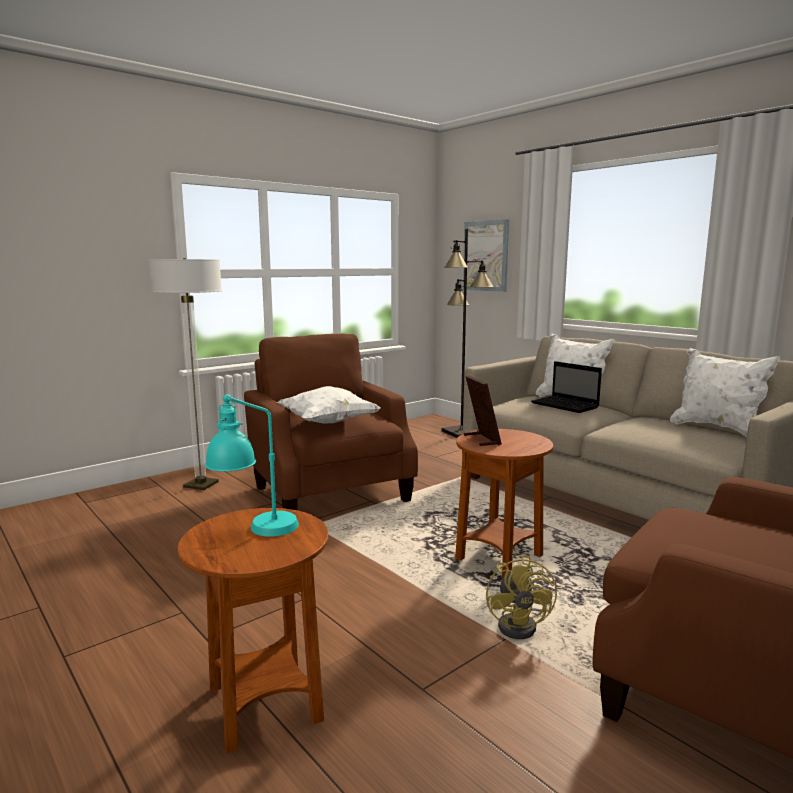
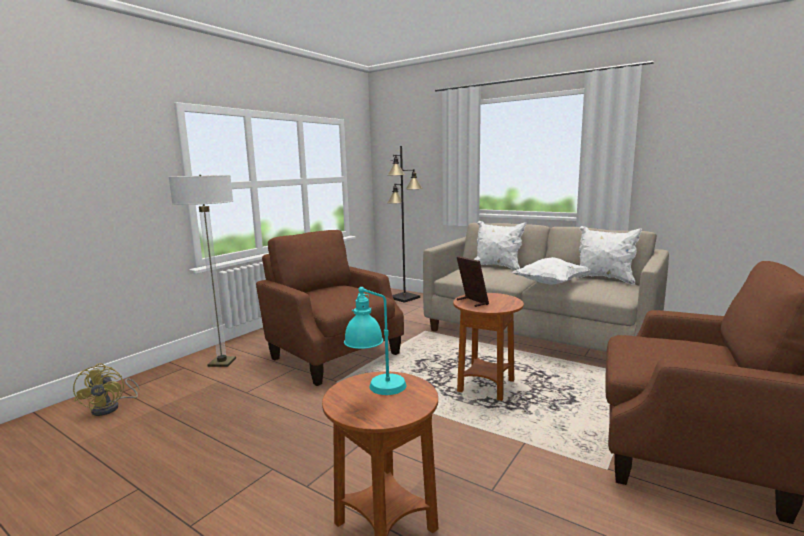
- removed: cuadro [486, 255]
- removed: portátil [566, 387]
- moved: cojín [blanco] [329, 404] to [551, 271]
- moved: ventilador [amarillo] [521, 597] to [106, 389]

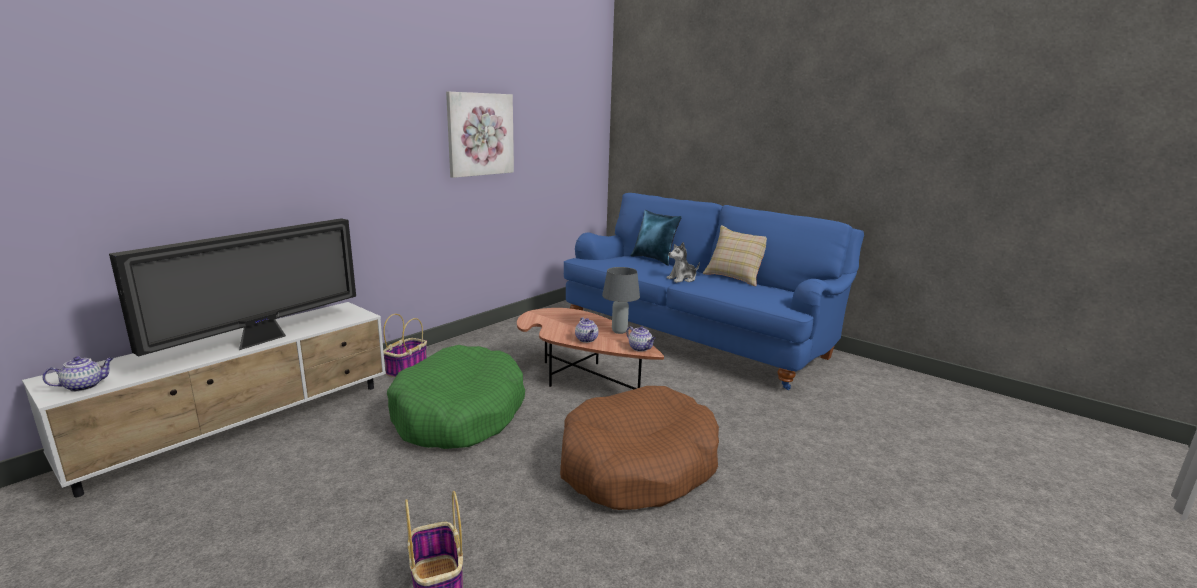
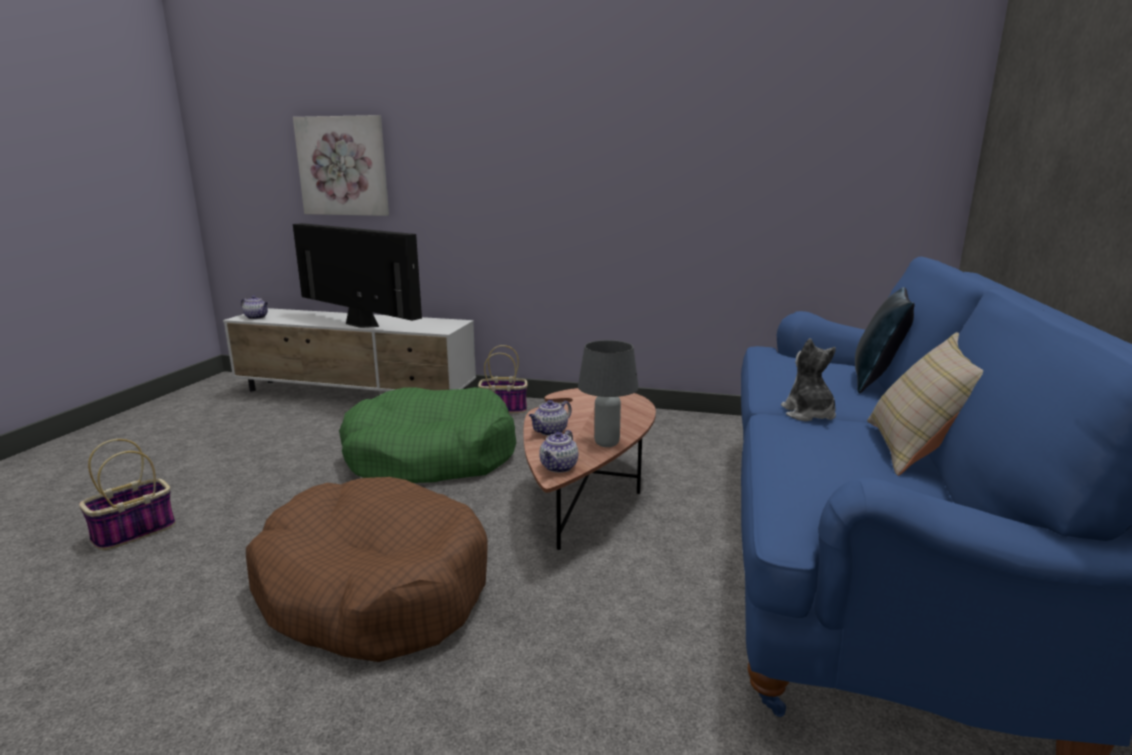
- moved: cuadro [480, 135] to [341, 165]
- turned: televisor [232, 287] = [357, 275] 150 degrees counterclockwise
- turned: peluche [683, 262] = [808, 379] 45 degrees clockwise

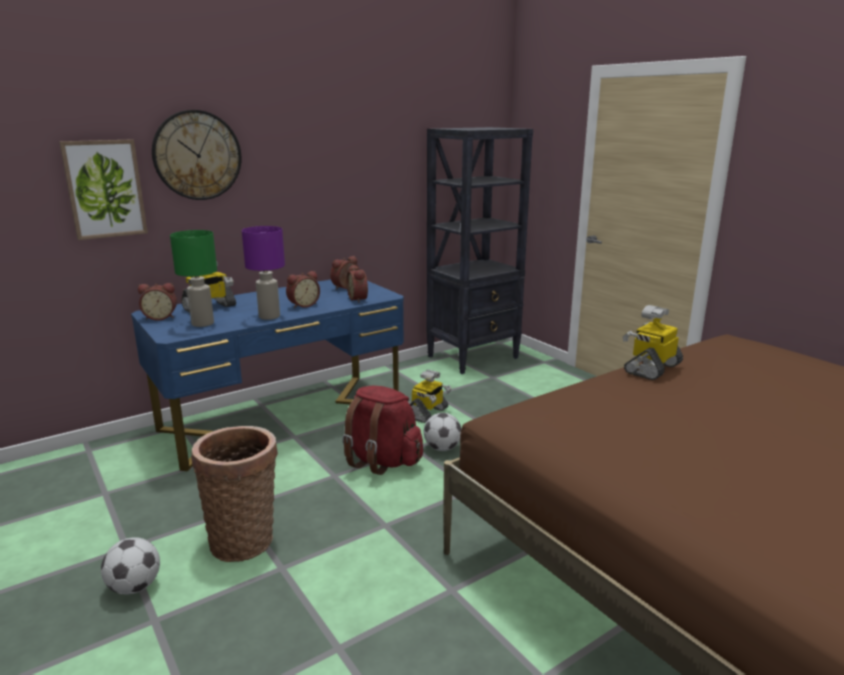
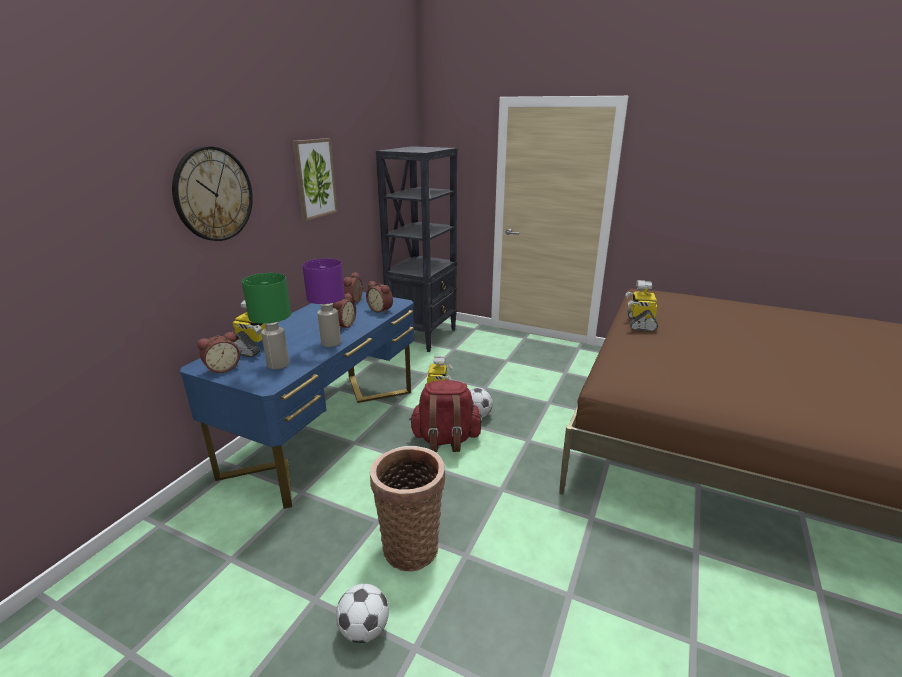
- moved: cuadro [103, 189] to [315, 179]

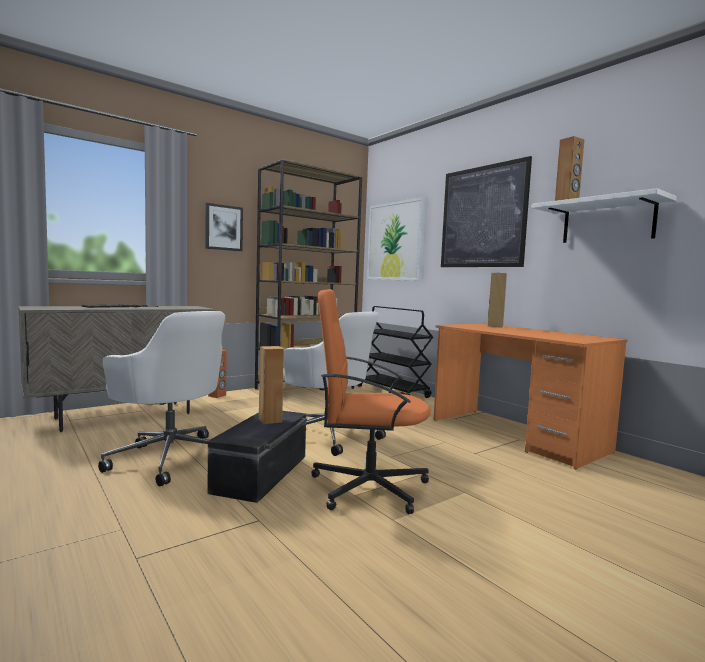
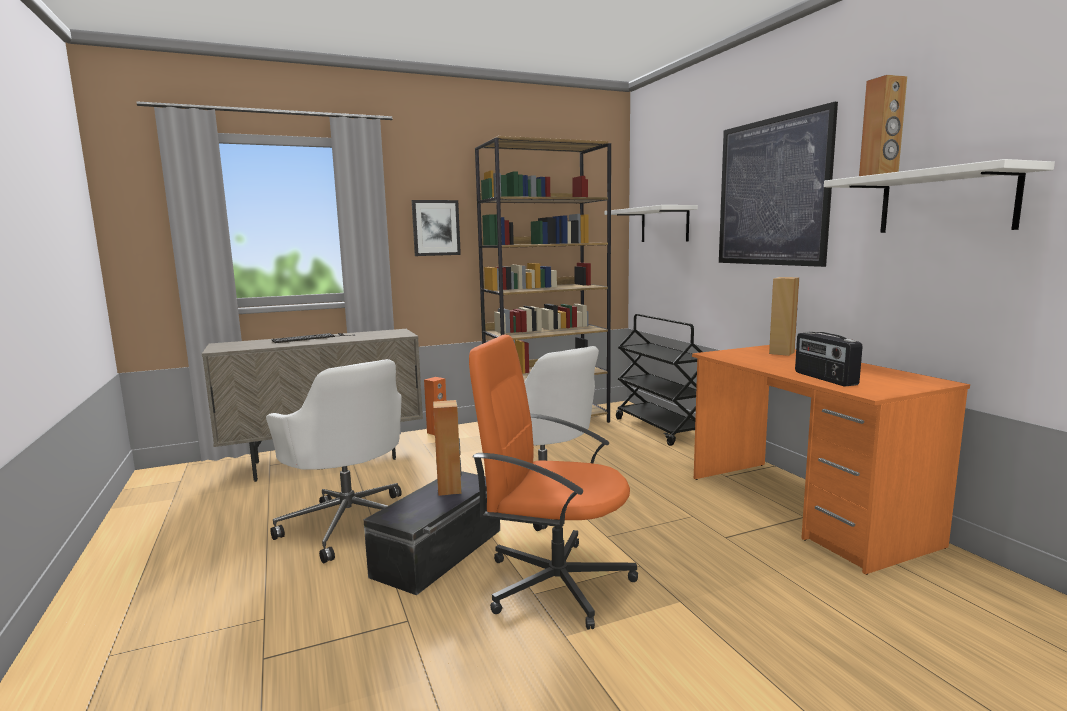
- replaced: cuadro [396, 239] to estante [blanco] [651, 223]
- added: radio [828, 359]

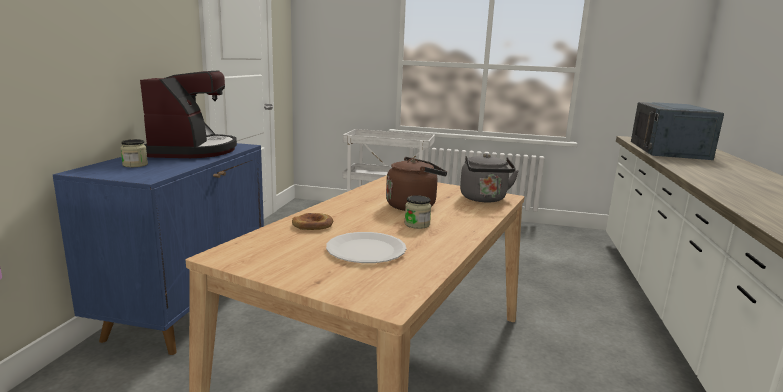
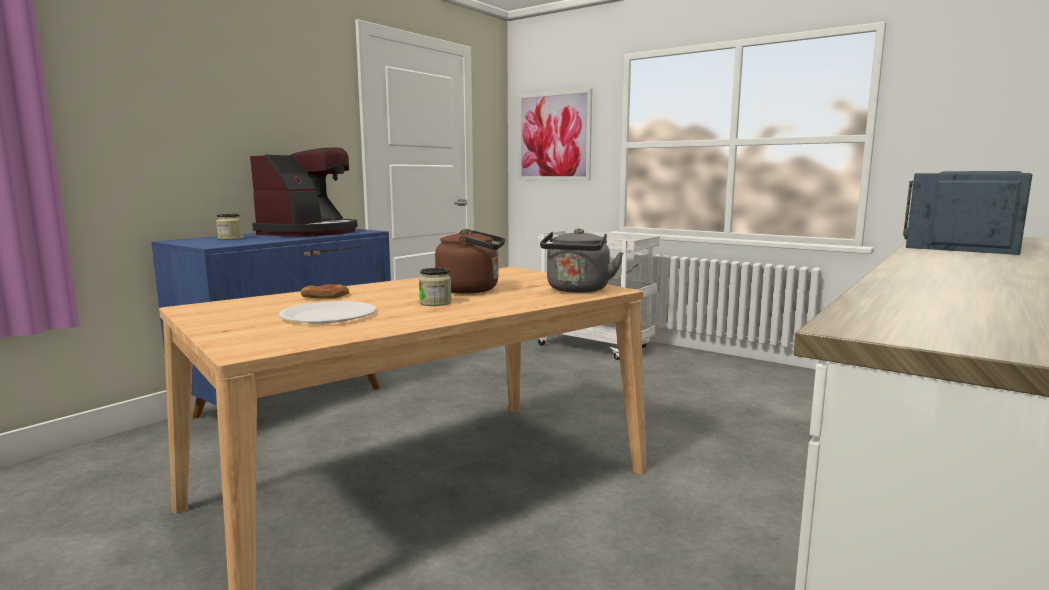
- added: cuadro [555, 134]

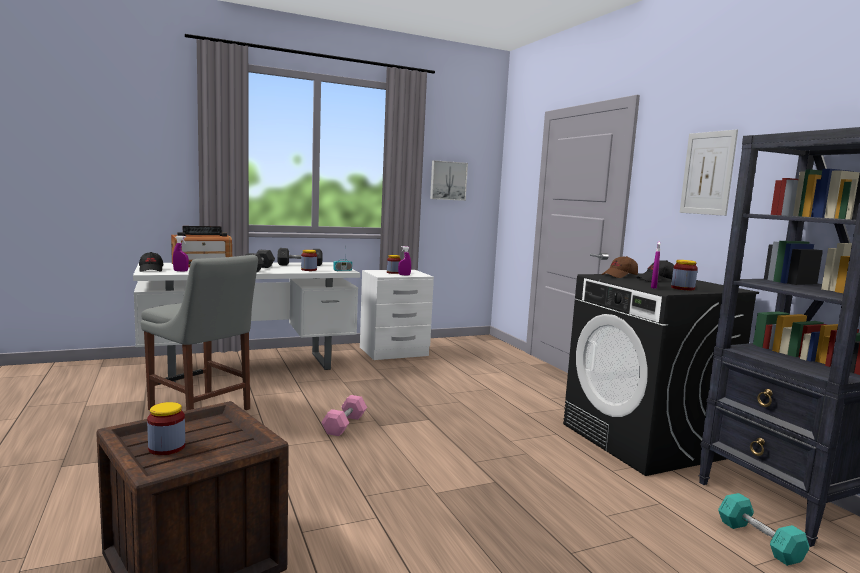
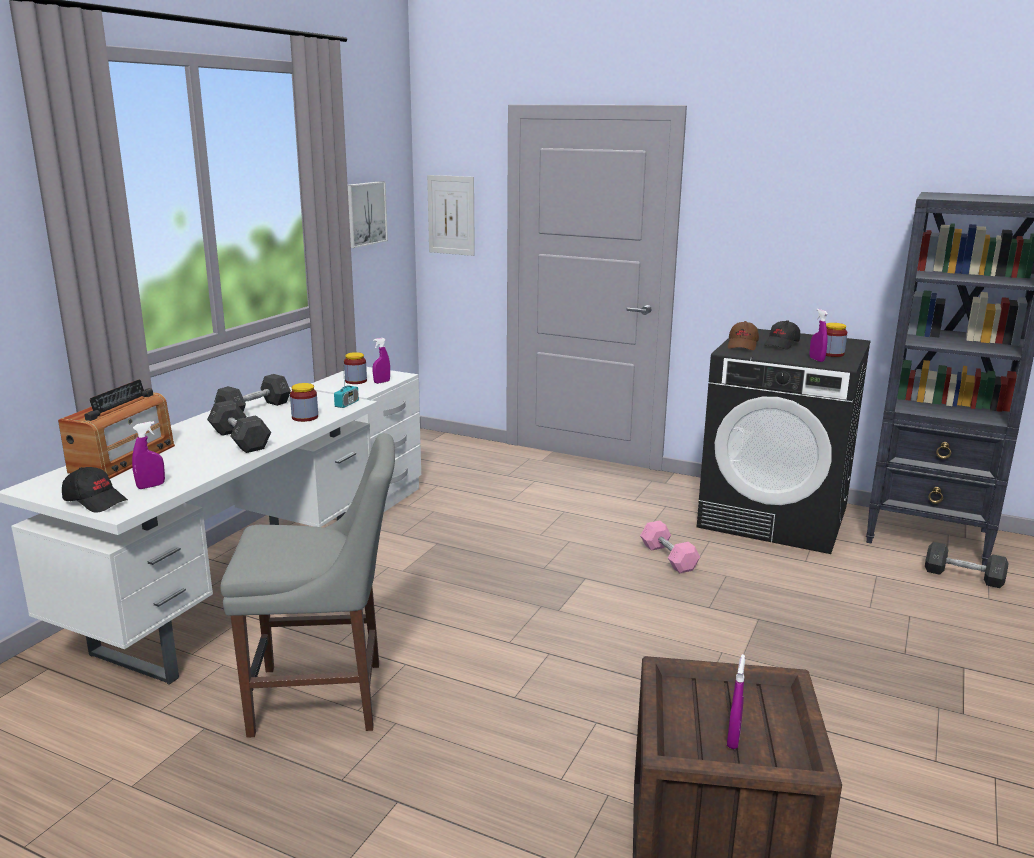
- moved: cuadro [709, 172] to [451, 215]
- moved: mancuerna [rosa] [344, 415] to [670, 547]
- replaced: tarro [166, 428] to pulverizador [morado] [736, 701]
- recoloured: mancuerna [turquesa] [763, 529] to mancuerna [gris] [966, 565]

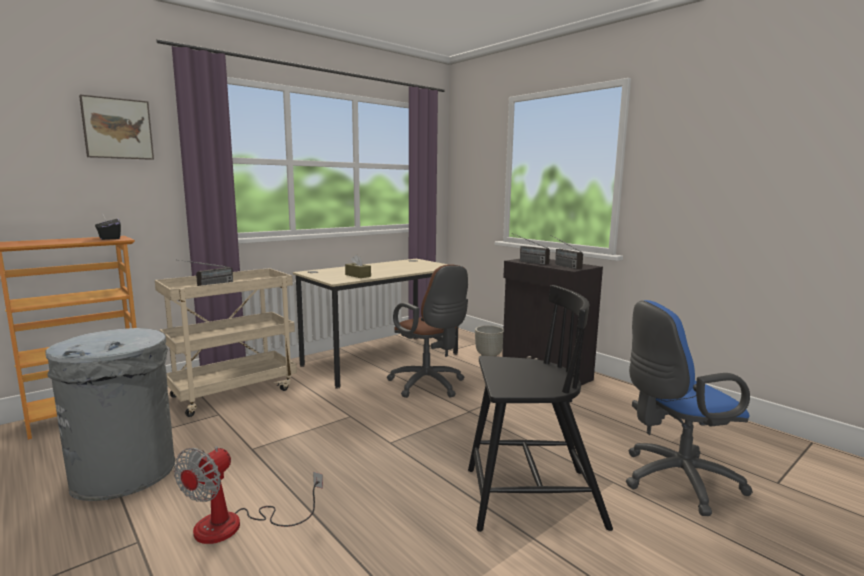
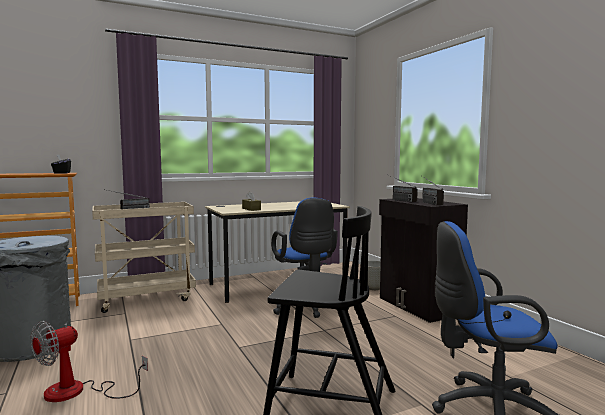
- removed: cuadro [116, 127]
- recoloured: silla de oficina [marrón] [427, 331] to silla de oficina [azul] [304, 258]

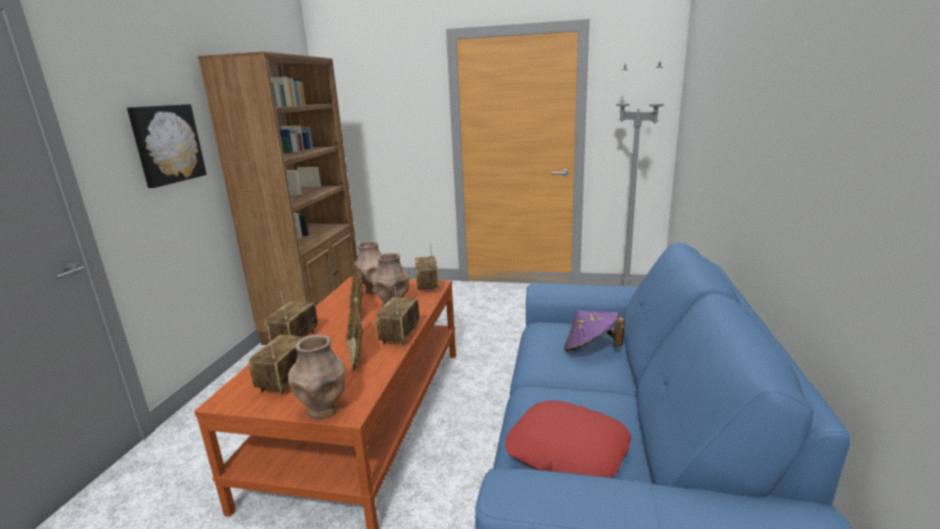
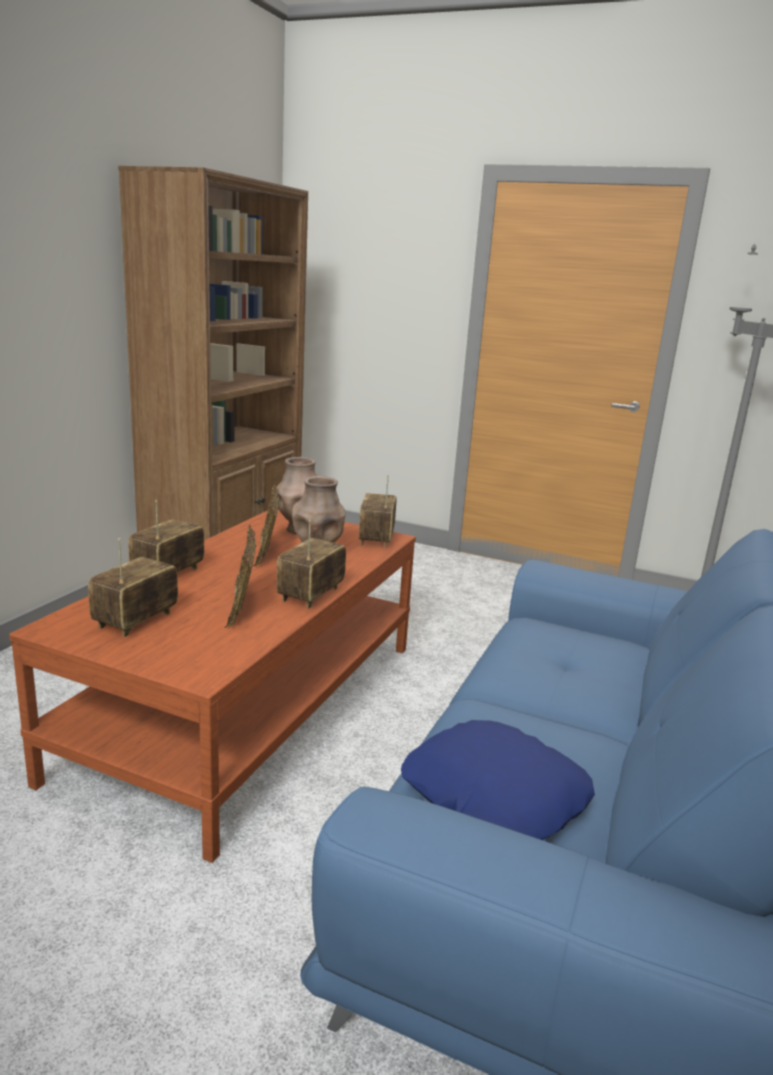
- removed: cuadro [167, 146]
- removed: sombrero [morado] [594, 331]
- removed: florero [marrón] [316, 377]
- recoloured: cojín [rojo] [568, 439] to cojín [azul] [498, 780]

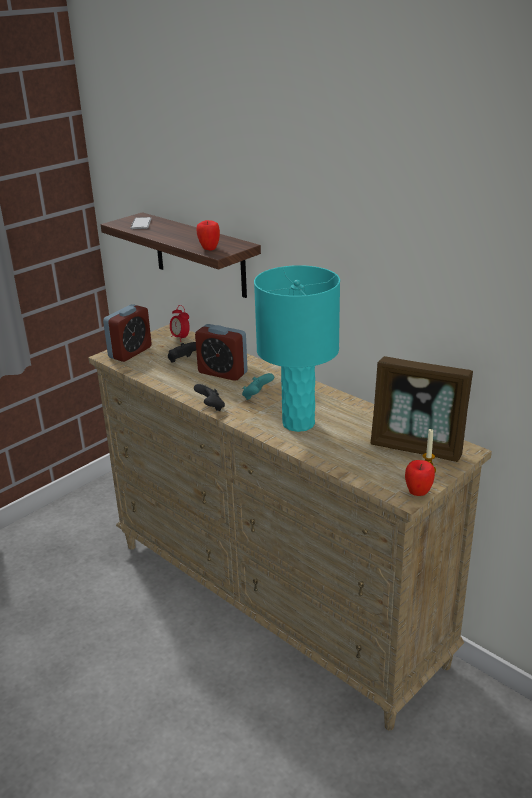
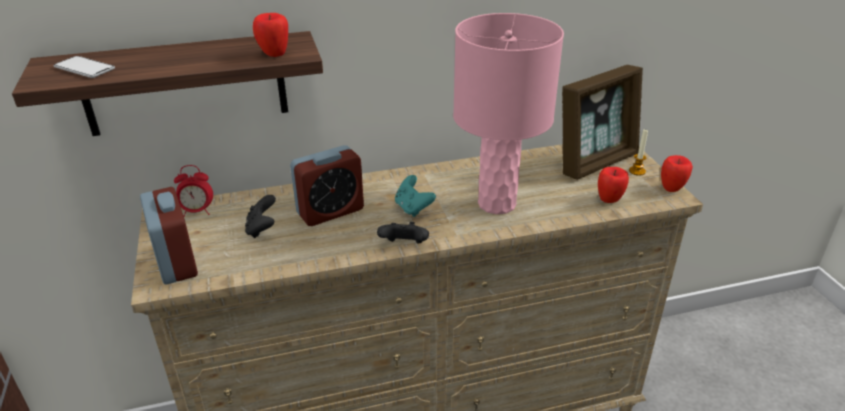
- recoloured: lámpara de mesa [turquesa] [297, 348] to lámpara de mesa [rosa] [508, 113]
- added: manzana [613, 185]

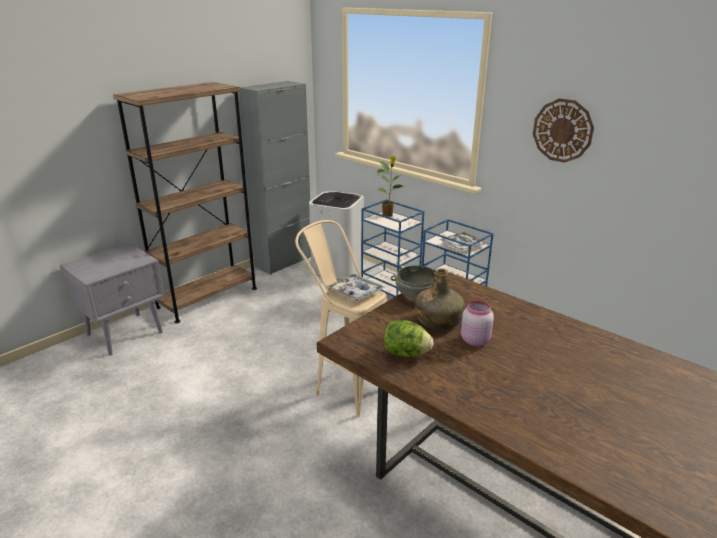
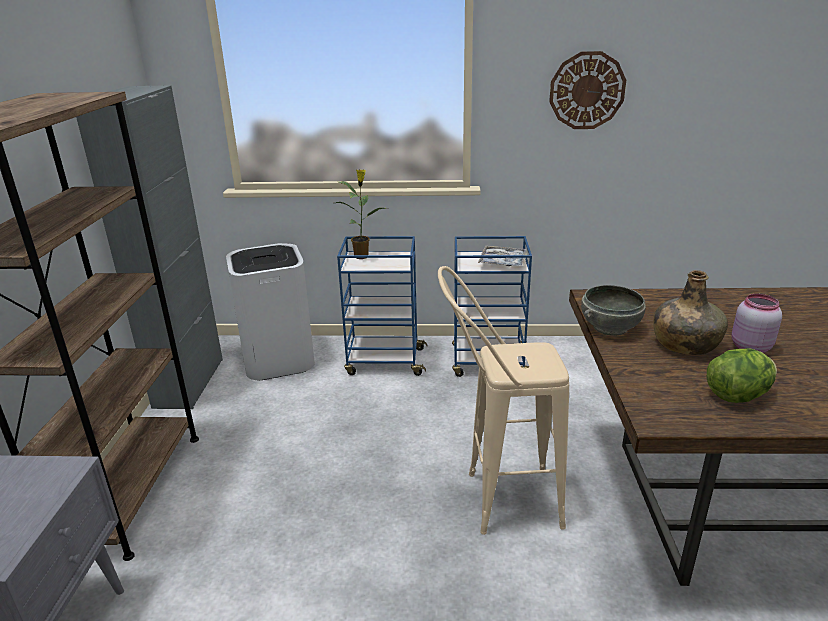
- removed: bandeja [355, 288]

